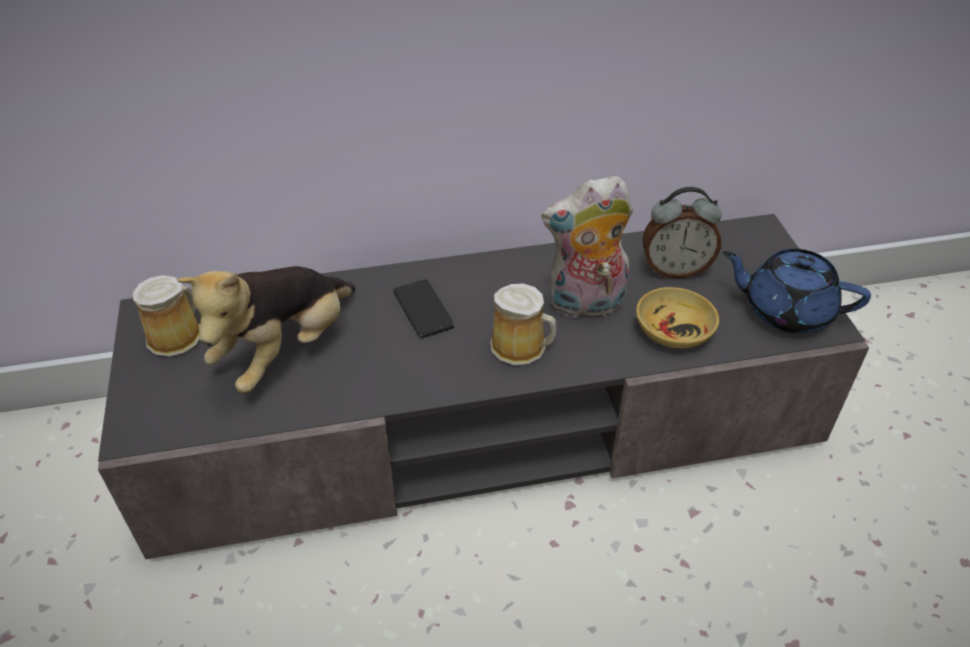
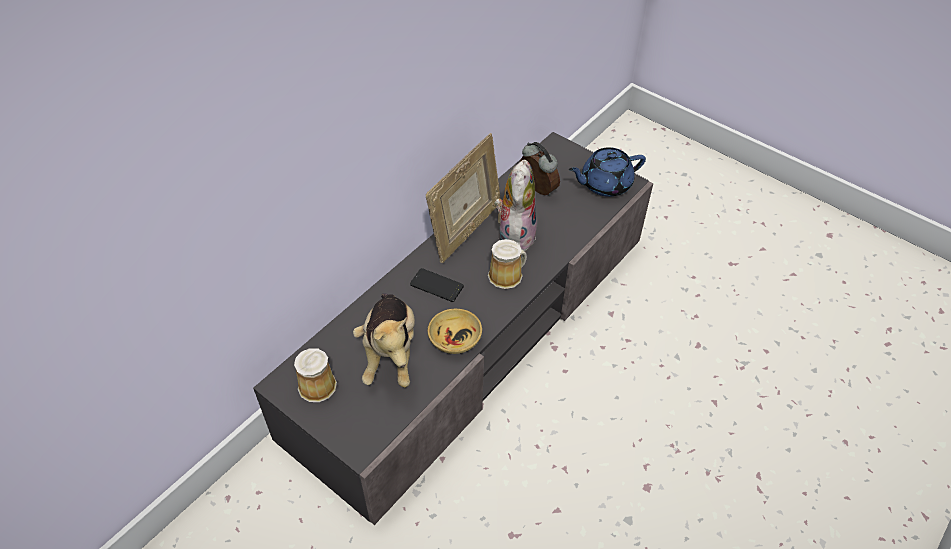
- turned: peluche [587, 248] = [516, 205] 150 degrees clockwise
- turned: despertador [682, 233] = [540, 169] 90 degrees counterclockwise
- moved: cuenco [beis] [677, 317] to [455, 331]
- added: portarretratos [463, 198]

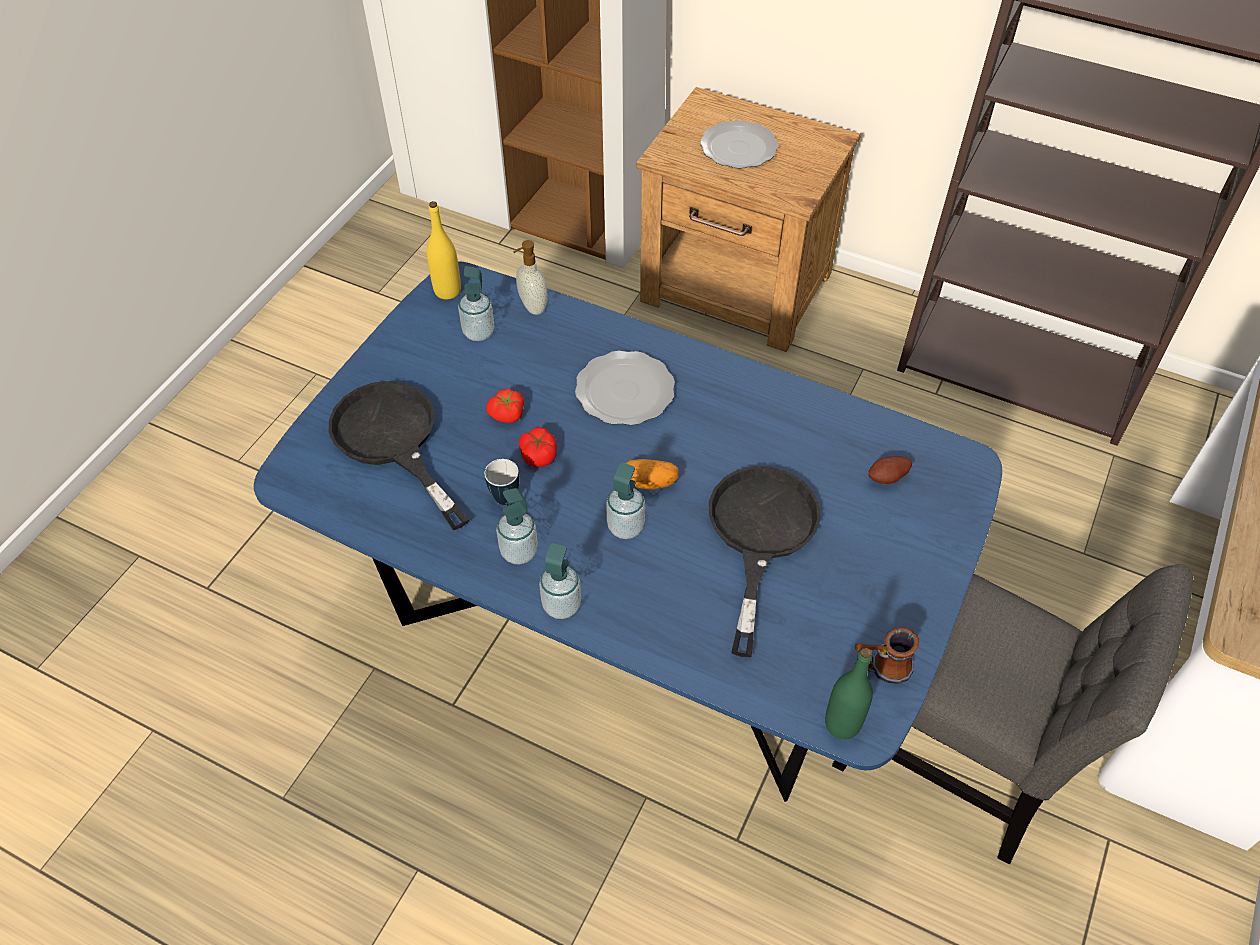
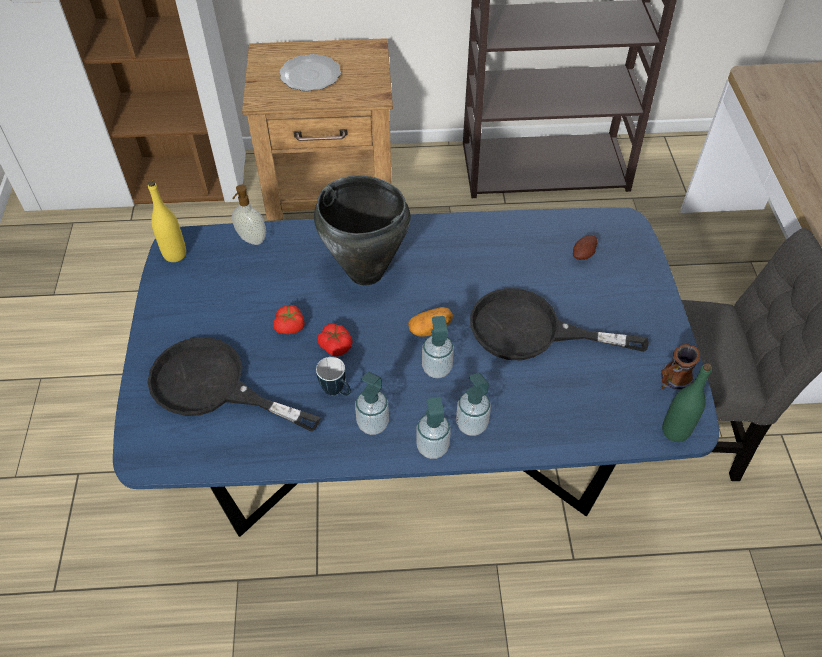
- moved: dispensador de jabón [476, 303] to [473, 404]
- replaced: plato [625, 388] to olla [negro] [362, 230]
- turned: sartén [negro] [765, 561] = [559, 324] 60 degrees counterclockwise

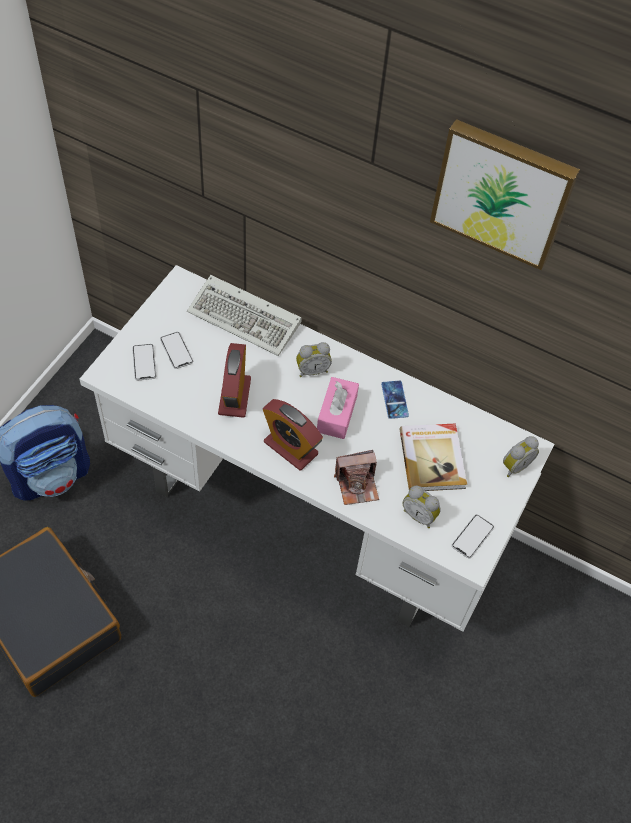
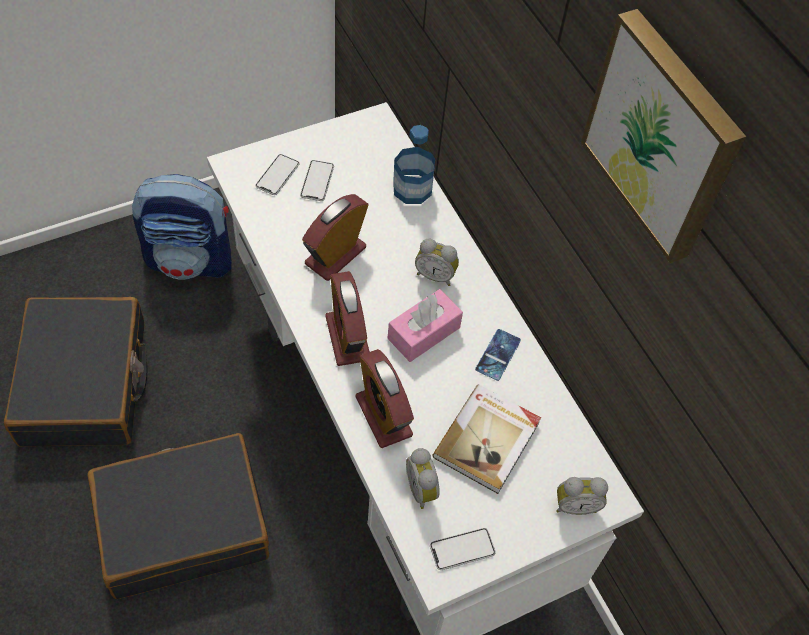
- replaced: teclado [244, 315] to botella [414, 164]
- replaced: cámara [356, 477] to despertador [384, 398]
- added: maleta [negro] [178, 516]

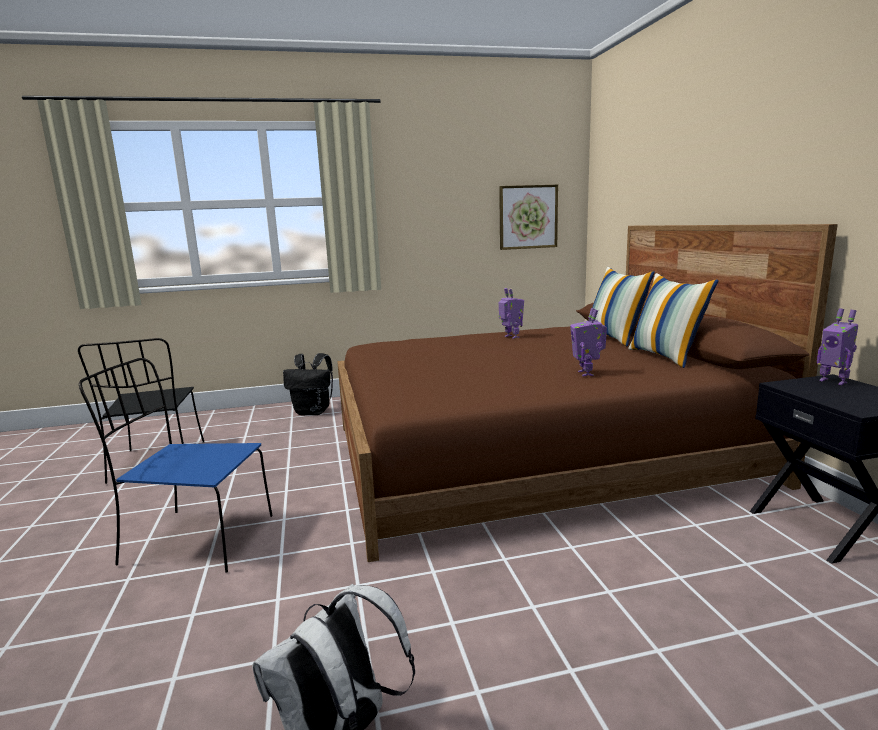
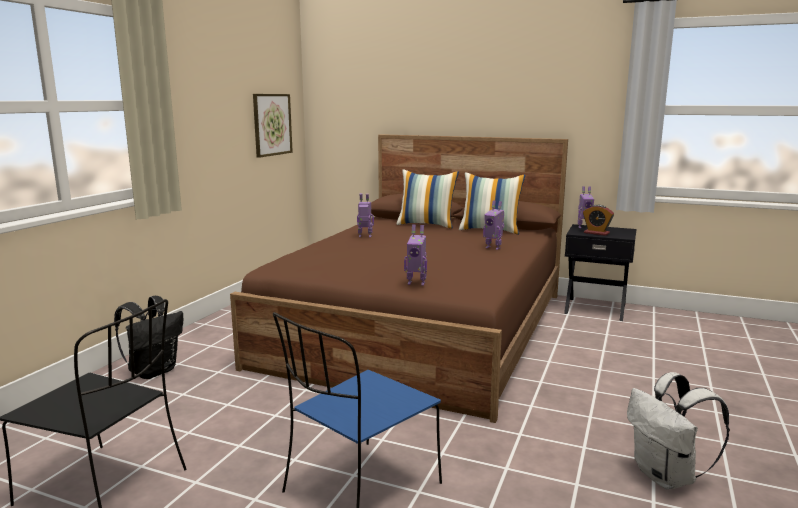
- added: despertador [598, 220]
- added: robot de juguete [415, 255]

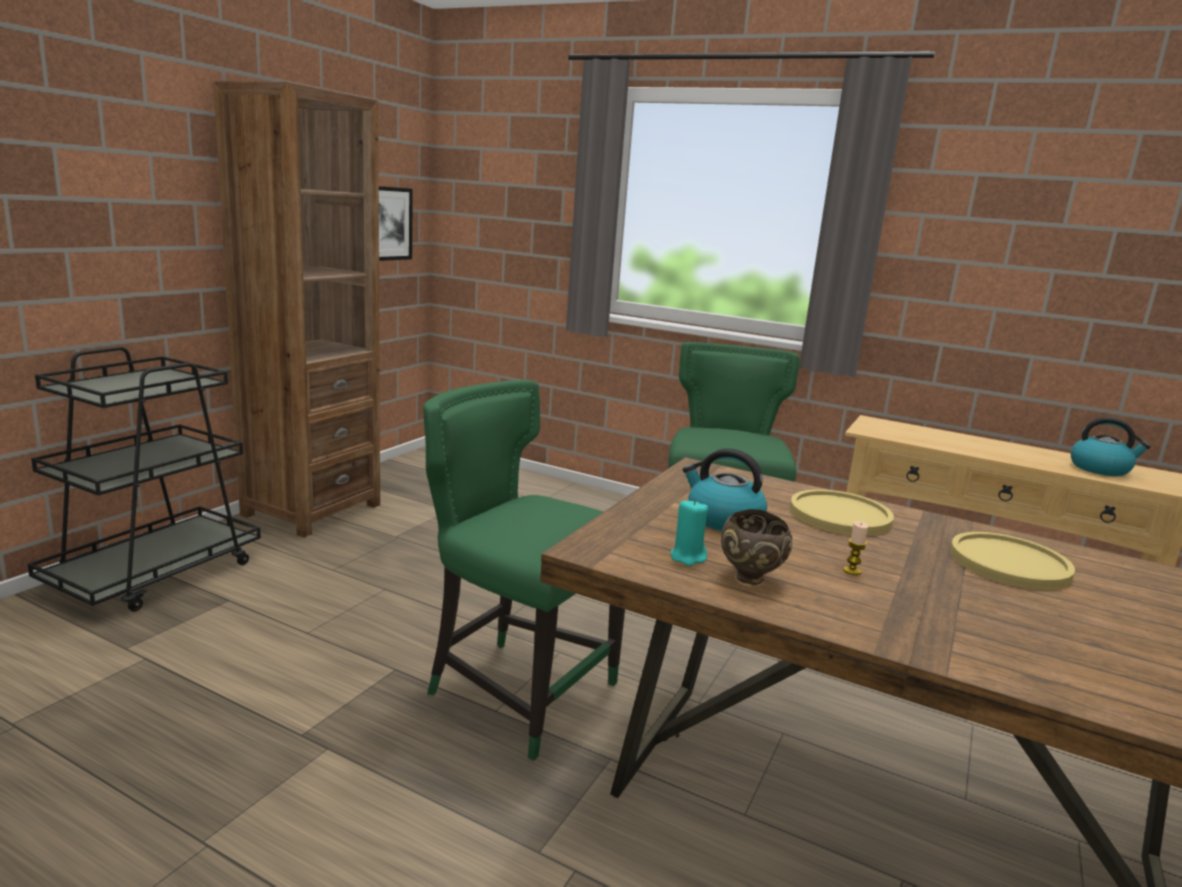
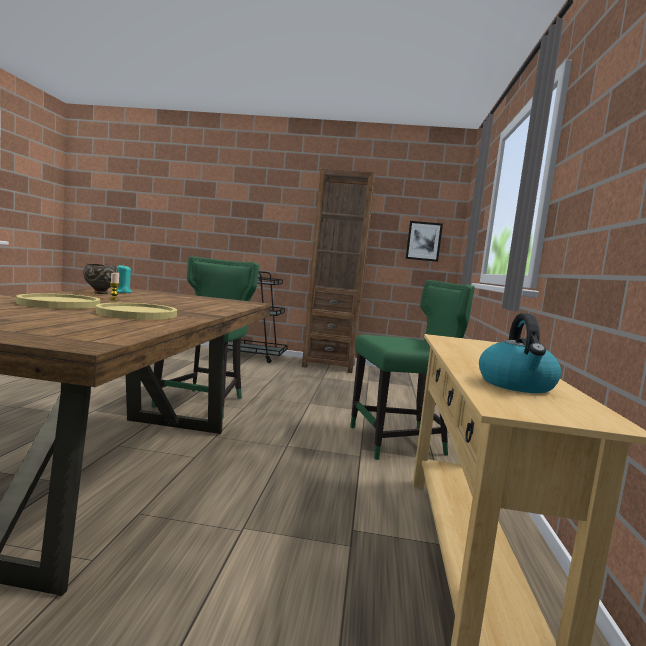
- removed: hervidor [725, 489]
- moved: plato [amarillo] [842, 512] to [58, 301]

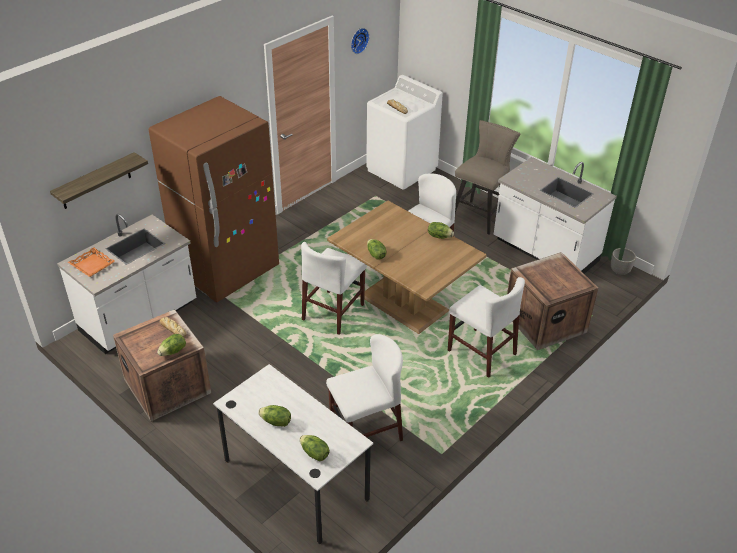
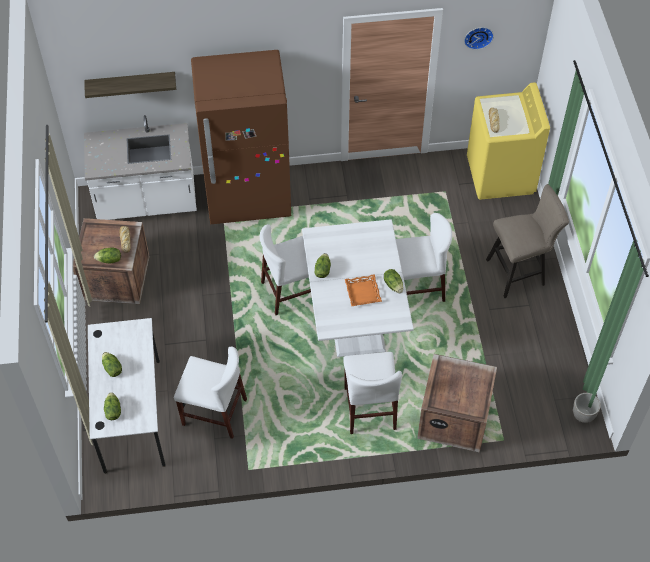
- recoloured: lavadora [blanco] [404, 132] to lavadora [amarillo] [508, 141]
- removed: mueble bajo de cocina [blanco] [555, 215]
- recoloured: mesa de comedor [marrón] [407, 267] to mesa de comedor [blanco] [358, 288]
- moved: bandeja [naranja] [91, 262] to [363, 290]

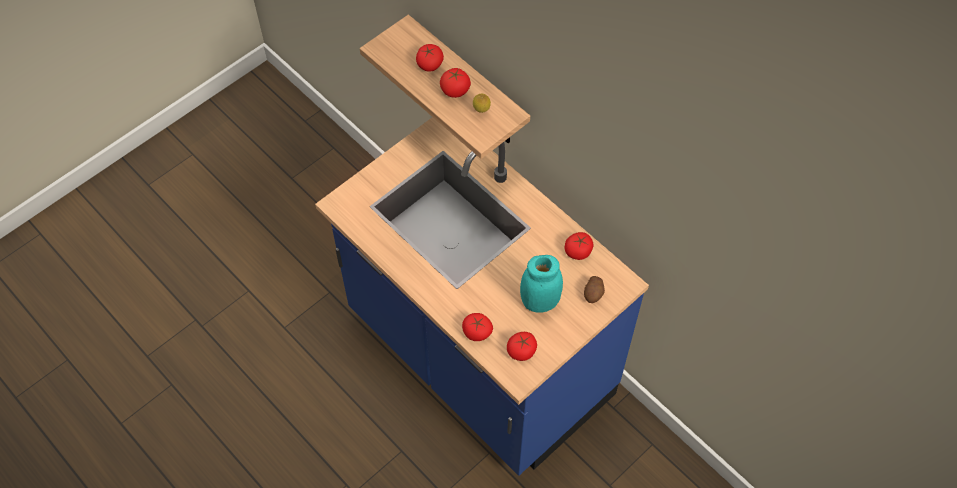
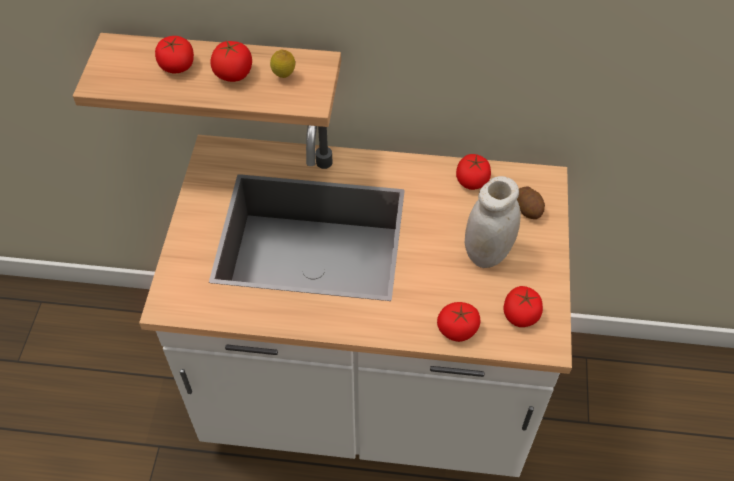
- recoloured: mueble bajo de cocina [azul] [482, 296] to mueble bajo de cocina [blanco] [355, 301]
- recoloured: tarro [turquesa] [541, 284] to tarro [blanco] [493, 222]

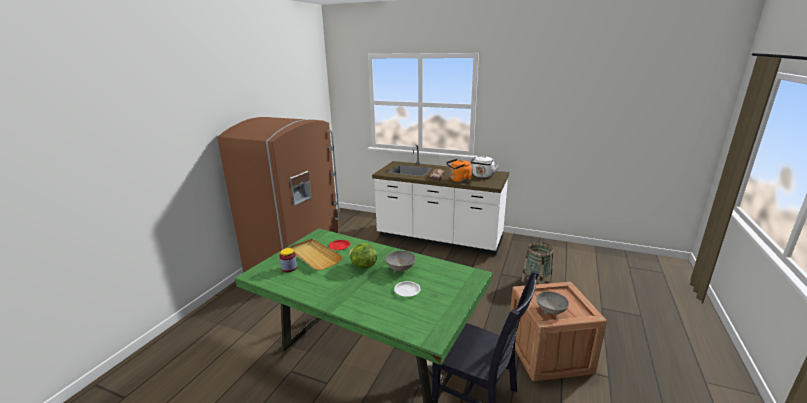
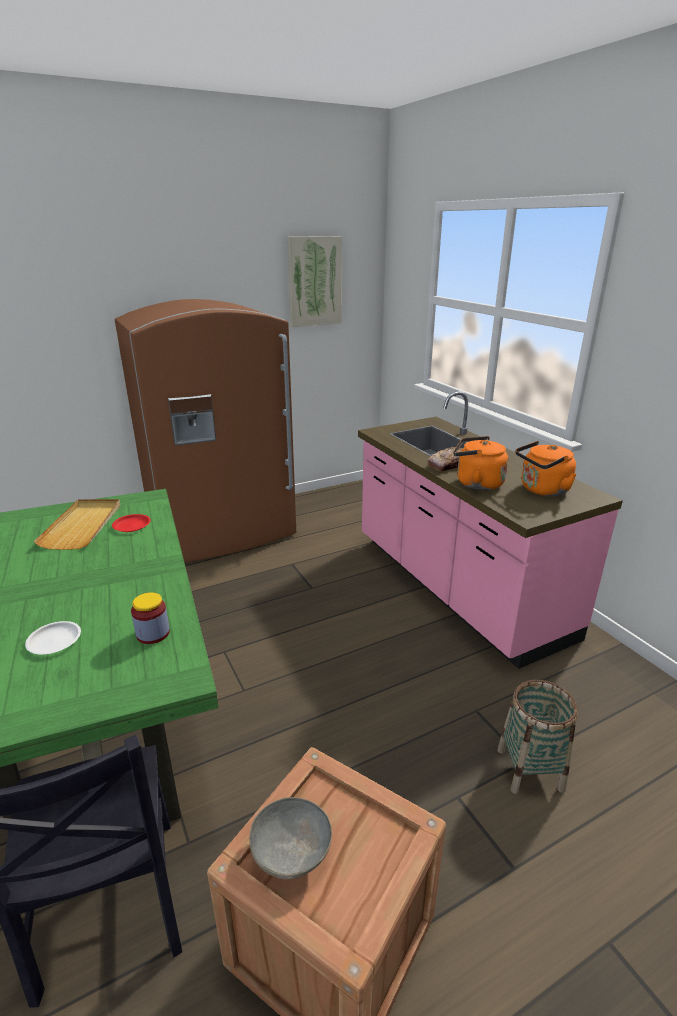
- recoloured: mueble bajo de cocina [blanco] [440, 200] to mueble bajo de cocina [rosa] [490, 530]
- recoloured: hervidor [blanco] [485, 167] to hervidor [naranja] [546, 468]
- removed: lechuga [363, 255]
- moved: tarro [288, 260] to [150, 618]
- removed: cuenco [gris] [400, 262]
- added: cuadro [314, 281]

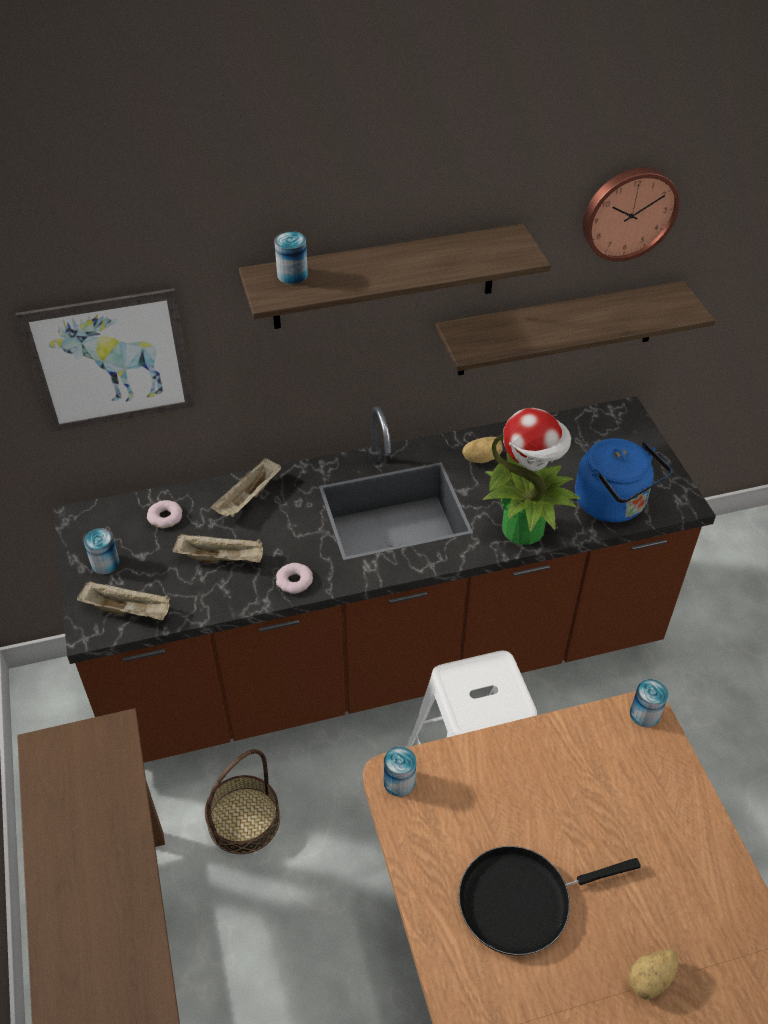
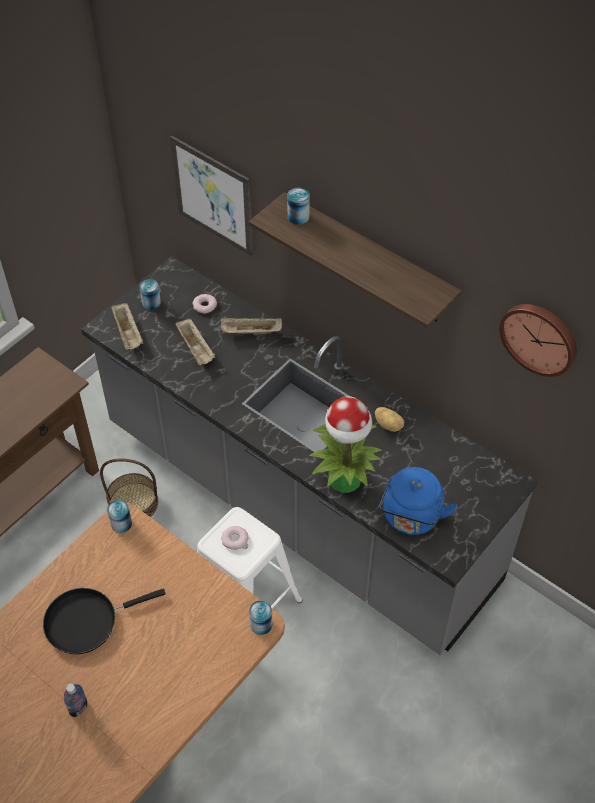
- removed: estante [575, 328]
- recoloured: mueble bajo de cocina [marrón] [384, 579] to mueble bajo de cocina [gris] [309, 455]
- moved: rosquilla [294, 578] to [234, 538]
- turned: sartén [negro] [550, 901] = [104, 621] 60 degrees counterclockwise
- replaced: patata [653, 974] to botella [75, 700]

